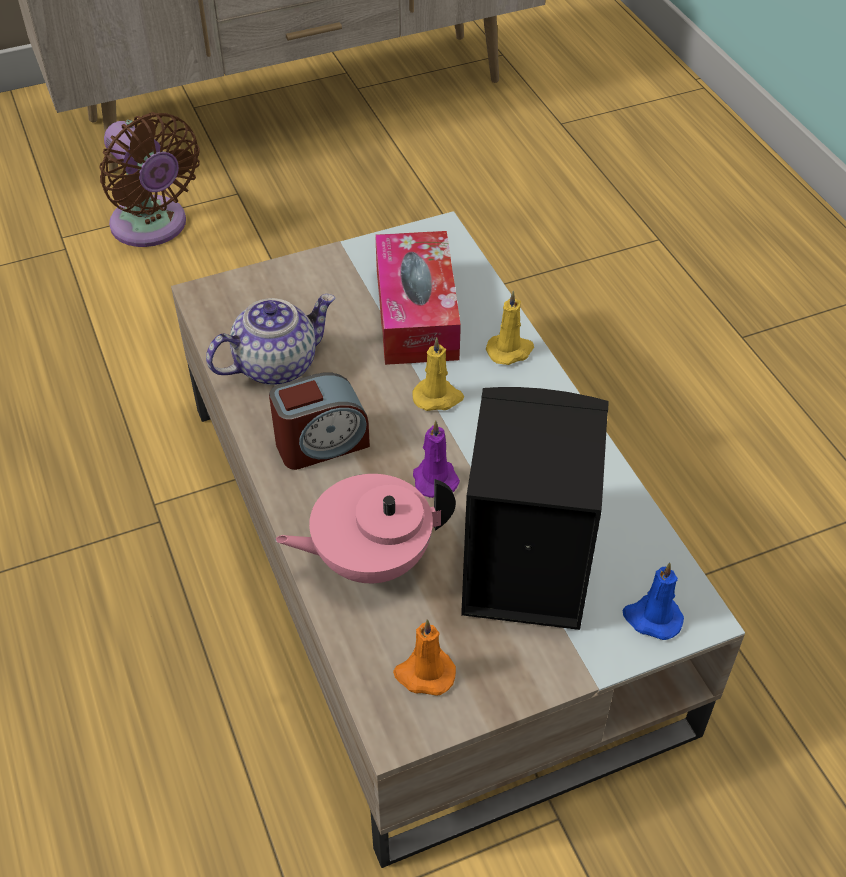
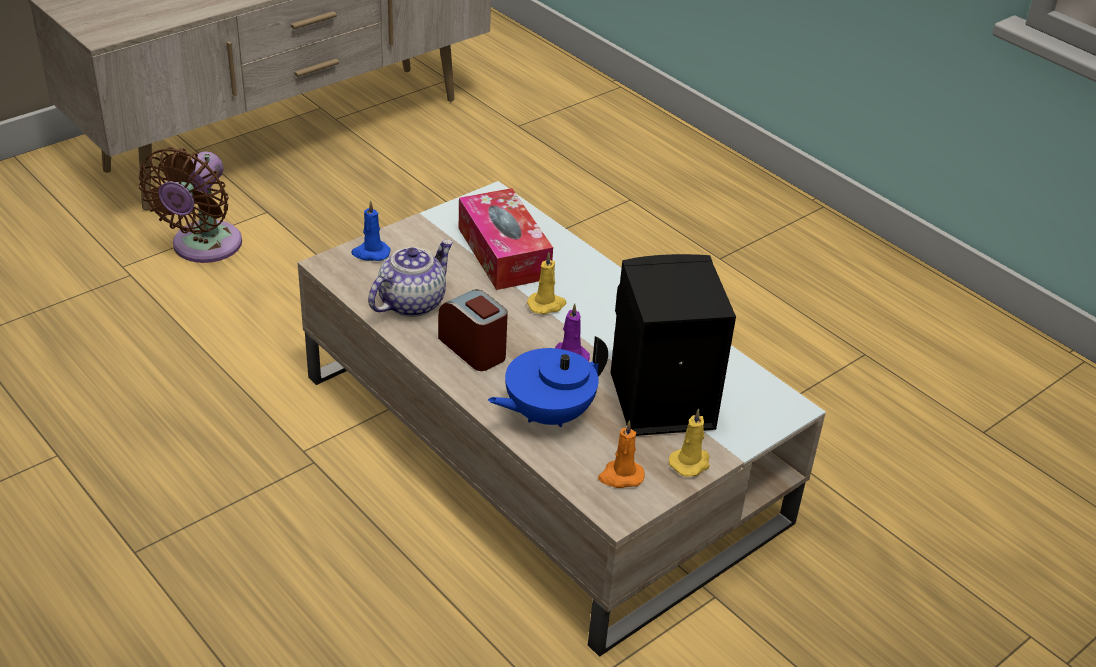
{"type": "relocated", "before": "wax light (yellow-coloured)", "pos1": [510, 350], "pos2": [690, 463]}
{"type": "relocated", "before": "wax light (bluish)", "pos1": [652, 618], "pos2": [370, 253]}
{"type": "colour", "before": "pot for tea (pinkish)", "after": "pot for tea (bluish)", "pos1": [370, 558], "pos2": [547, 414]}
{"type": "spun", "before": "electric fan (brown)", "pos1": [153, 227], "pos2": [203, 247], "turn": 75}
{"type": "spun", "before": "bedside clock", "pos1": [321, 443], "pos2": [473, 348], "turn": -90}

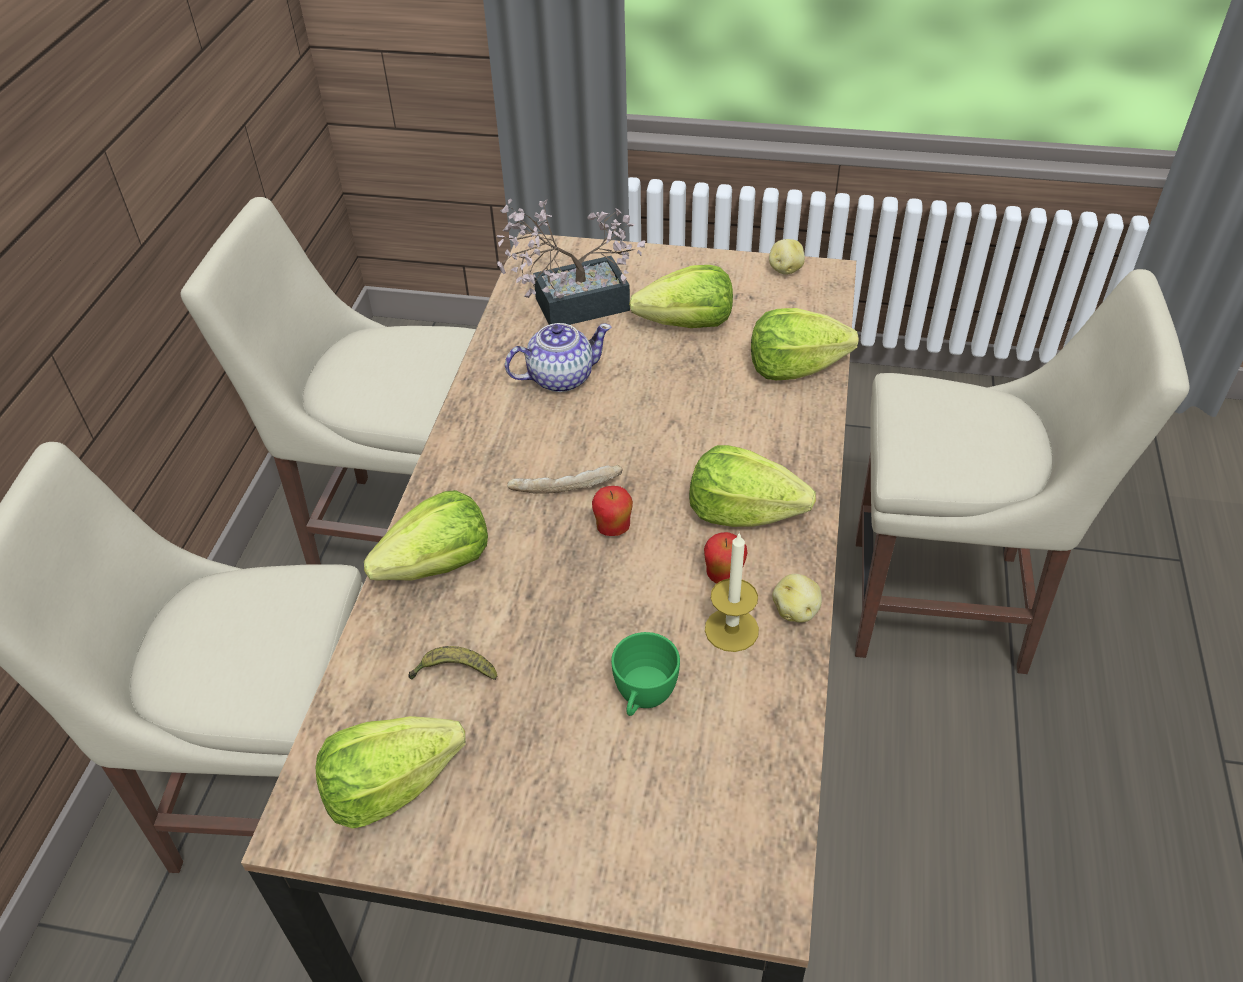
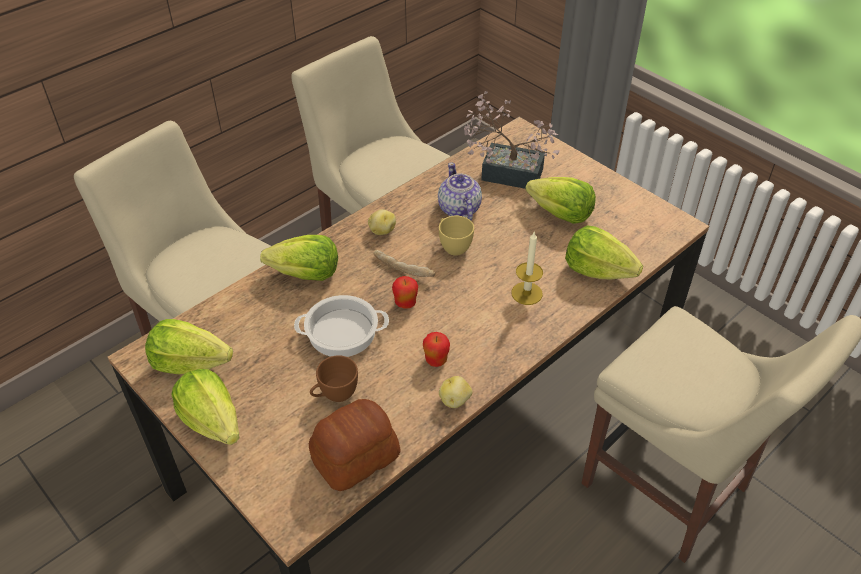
{"type": "missing", "before": "banana fruit", "pos1": [454, 672]}
{"type": "appeared", "after": "cooking pot", "pos2": [341, 332]}
{"type": "appeared", "after": "bread", "pos2": [354, 457]}
{"type": "appeared", "after": "small cup (yellow-coloured)", "pos2": [453, 246]}
{"type": "relocated", "before": "head of lettuce", "pos1": [743, 513], "pos2": [212, 421]}
{"type": "relocated", "before": "wax light", "pos1": [731, 629], "pos2": [526, 293]}
{"type": "relocated", "before": "spud", "pos1": [785, 269], "pos2": [382, 230]}
{"type": "colour", "before": "small cup (green-coloured)", "after": "small cup (brown)", "pos1": [643, 699], "pos2": [334, 395]}
{"type": "spun", "before": "pot for tea", "pos1": [559, 377], "pos2": [459, 209], "turn": -120}

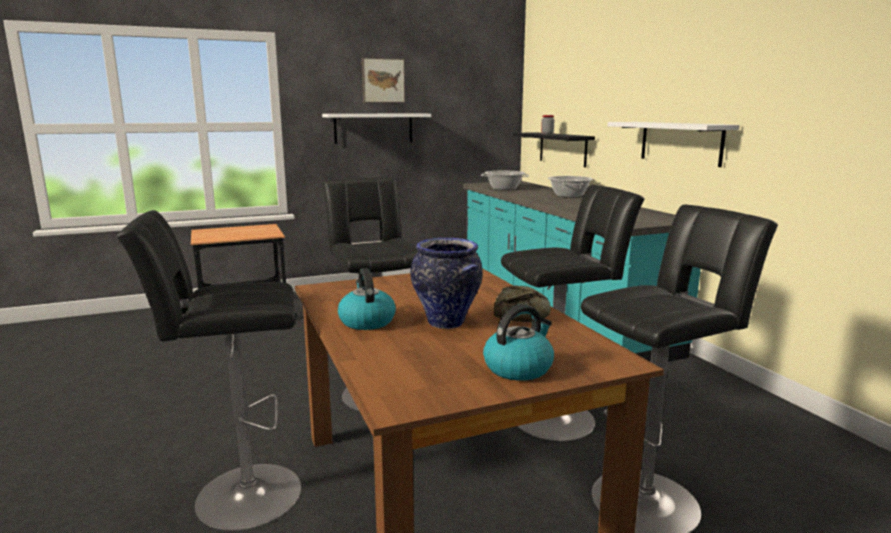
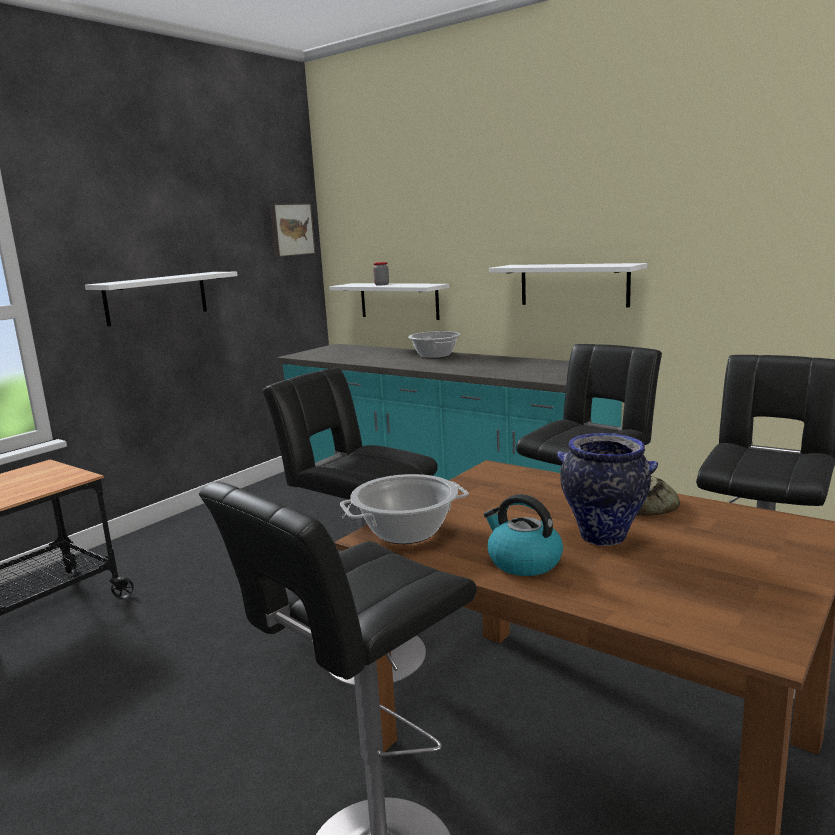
{"type": "missing", "before": "kettle", "pos1": [518, 368]}
{"type": "relocated", "before": "picture", "pos1": [383, 80], "pos2": [291, 229]}
{"type": "relocated", "before": "cooking pot", "pos1": [504, 188], "pos2": [406, 532]}
{"type": "colour", "before": "bracket shelf (blackish)", "after": "bracket shelf (whitish)", "pos1": [562, 149], "pos2": [399, 301]}

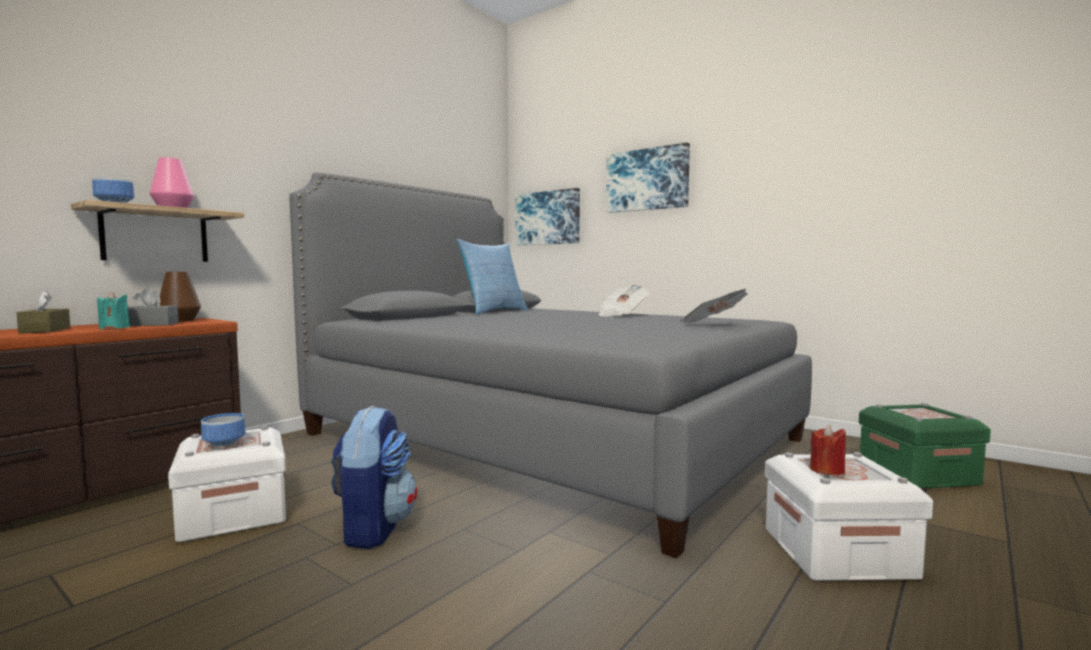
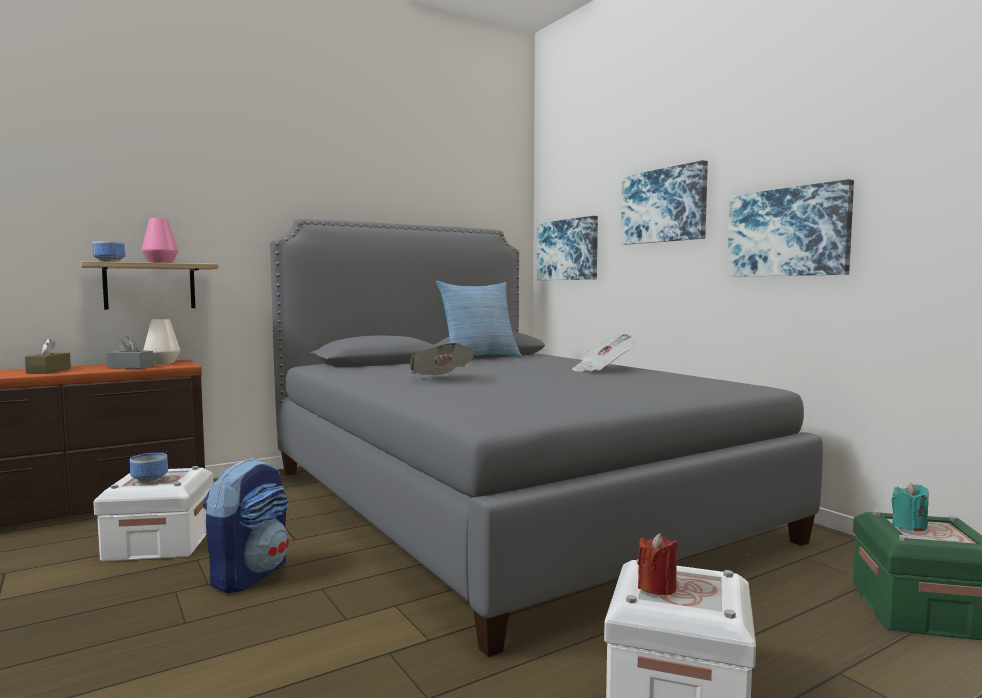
{"type": "appeared", "after": "picture", "pos2": [788, 232]}
{"type": "relocated", "before": "wax light (turquoise)", "pos1": [114, 328], "pos2": [909, 526]}
{"type": "relocated", "before": "printed paper", "pos1": [712, 325], "pos2": [441, 379]}
{"type": "colour", "before": "vase (brown)", "after": "vase (whitish)", "pos1": [180, 321], "pos2": [162, 363]}

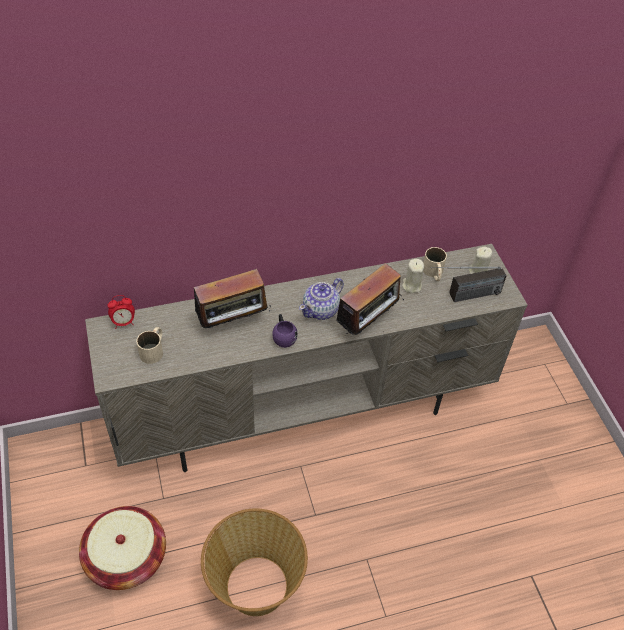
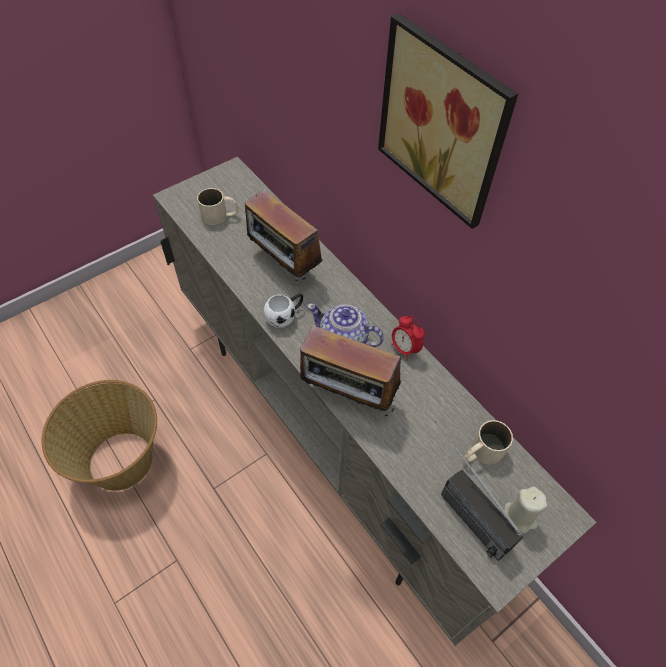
{"type": "missing", "before": "storage basket", "pos1": [126, 557]}
{"type": "missing", "before": "wax light (sand-coloured)", "pos1": [411, 285]}
{"type": "appeared", "after": "picture", "pos2": [445, 121]}
{"type": "relocated", "before": "bedside clock", "pos1": [124, 322], "pos2": [404, 349]}
{"type": "colour", "before": "coffee mug (purple)", "after": "coffee mug (whitish)", "pos1": [283, 336], "pos2": [285, 316]}

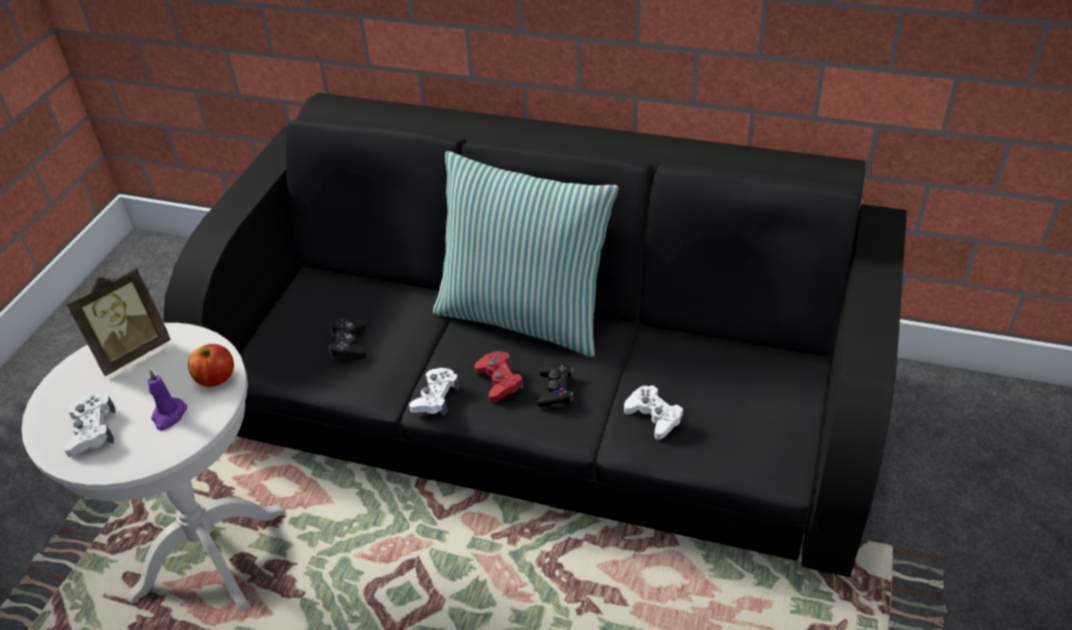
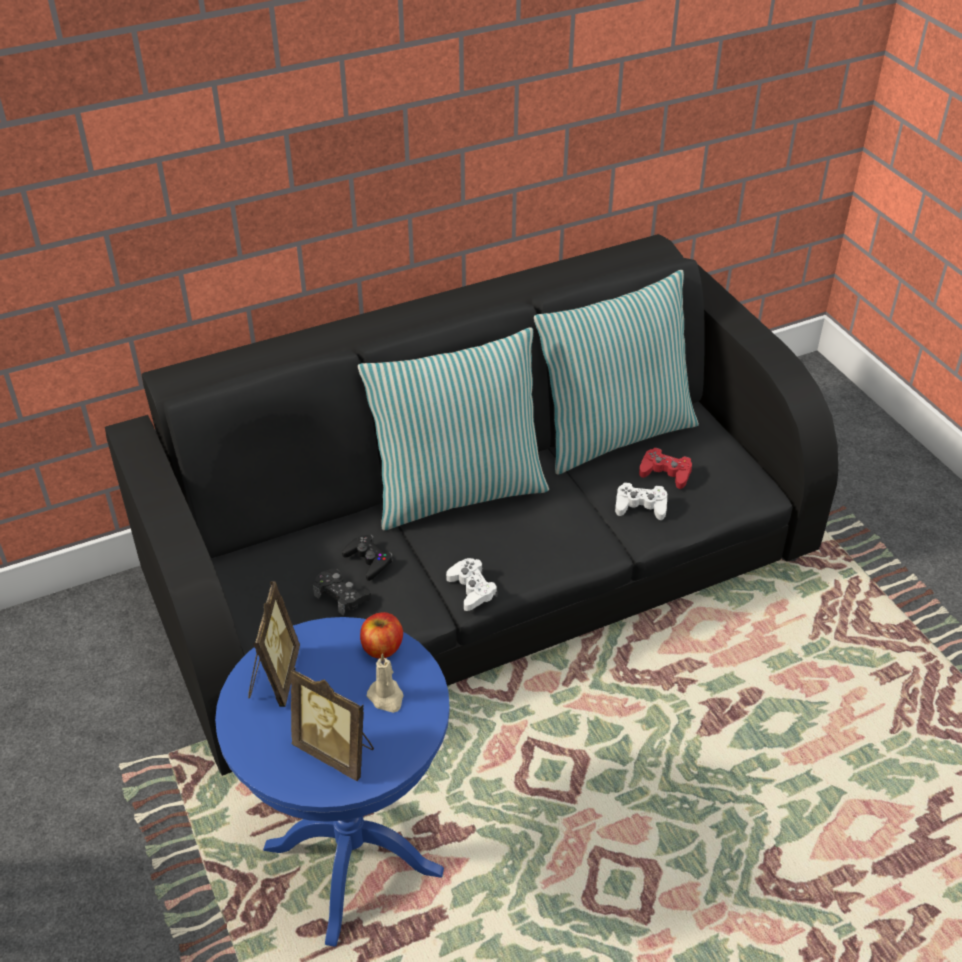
{"type": "appeared", "after": "cushion", "pos2": [613, 433]}
{"type": "relocated", "before": "game controller (red-coloured)", "pos1": [499, 381], "pos2": [665, 473]}
{"type": "relocated", "before": "game controller (blackish)", "pos1": [555, 389], "pos2": [368, 560]}
{"type": "exchanged", "before": "game controller (whitish)", "after": "picture frame", "pos1": [92, 430], "pos2": [337, 751]}
{"type": "colour", "before": "end table (whitish)", "after": "end table (bluish)", "pos1": [209, 553], "pos2": [353, 860]}
{"type": "colour", "before": "wax light (purple)", "after": "wax light (sand-coloured)", "pos1": [169, 415], "pos2": [386, 697]}

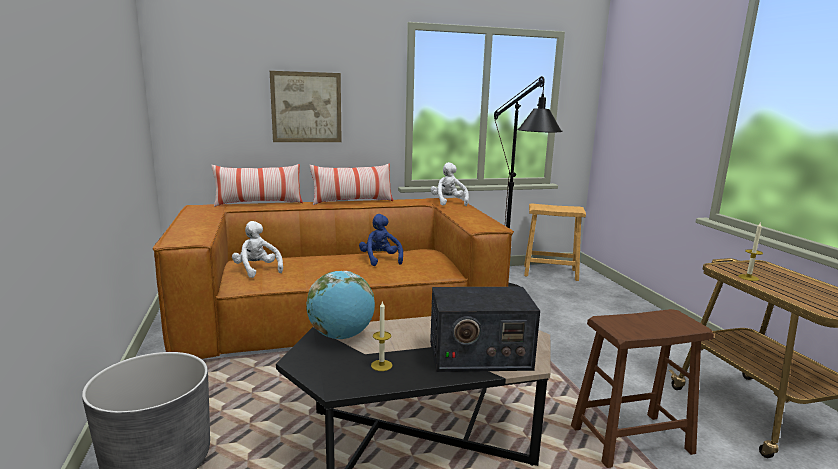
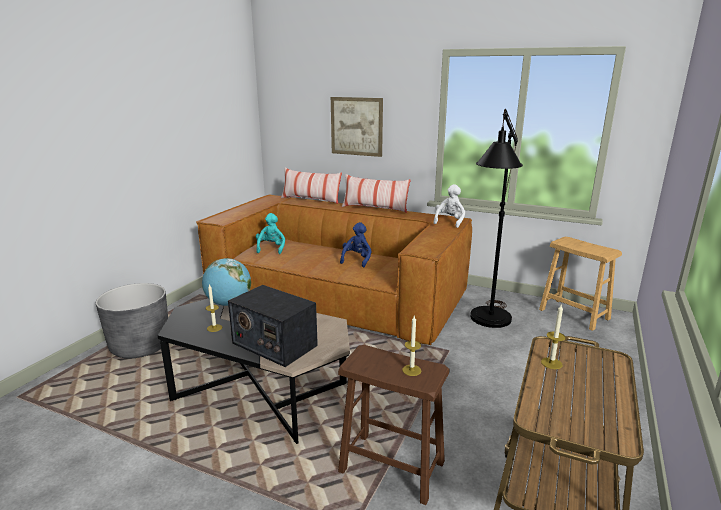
{"type": "appeared", "after": "wax light", "pos2": [411, 370]}
{"type": "colour", "before": "cuddly toy (whitish)", "after": "cuddly toy (turquoise)", "pos1": [257, 270], "pos2": [271, 248]}

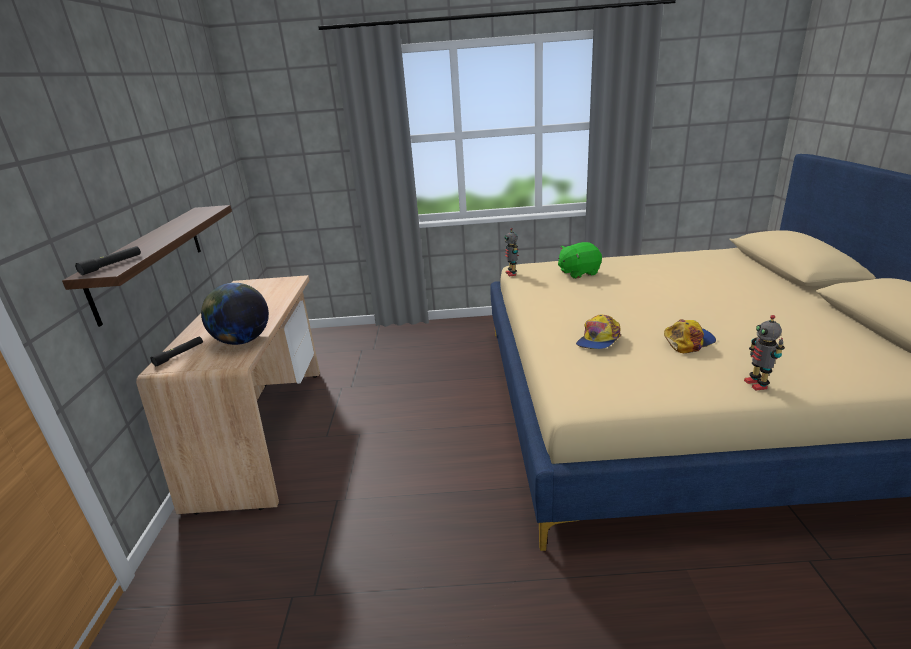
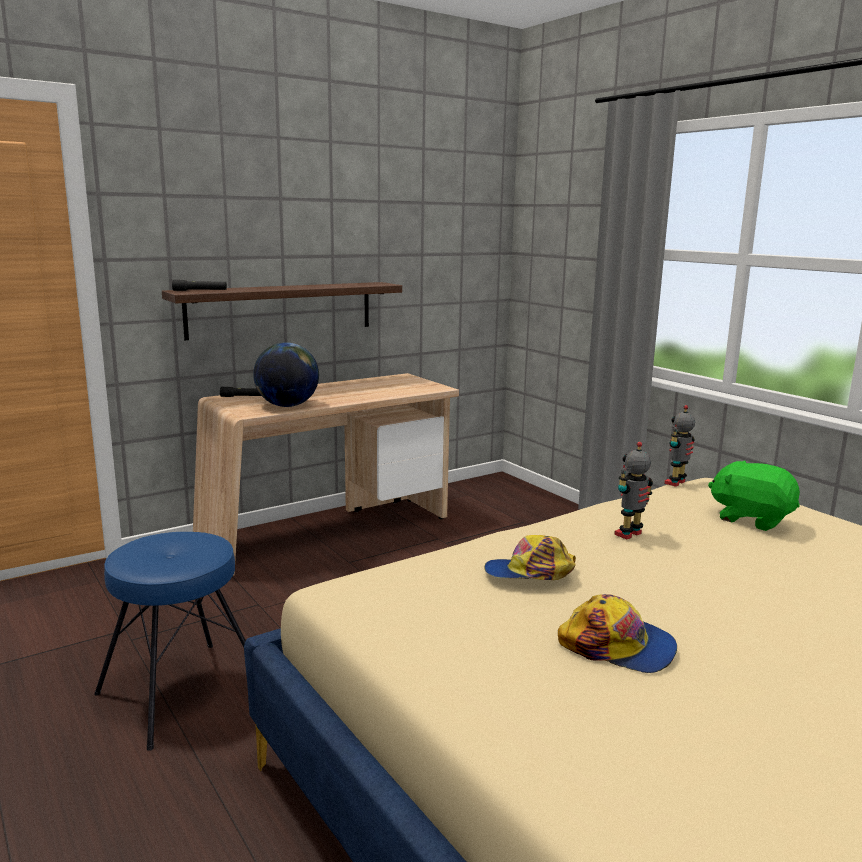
{"type": "appeared", "after": "sitting stool (bluish)", "pos2": [182, 691]}
{"type": "relocated", "before": "model robot", "pos1": [757, 384], "pos2": [630, 535]}

